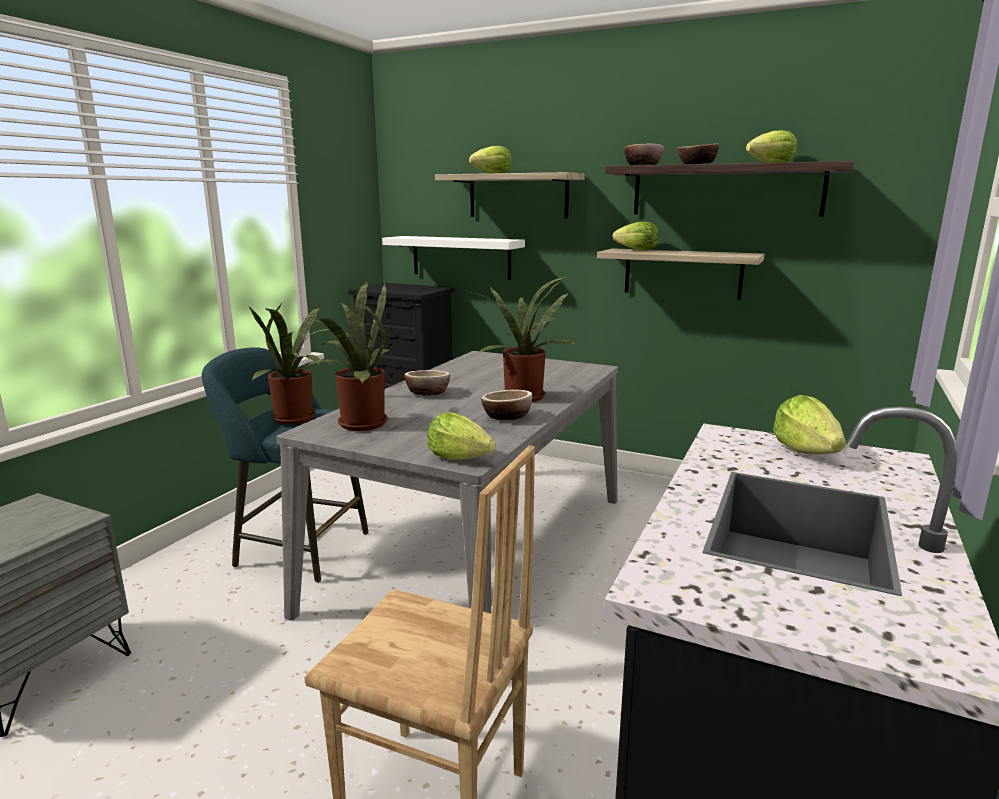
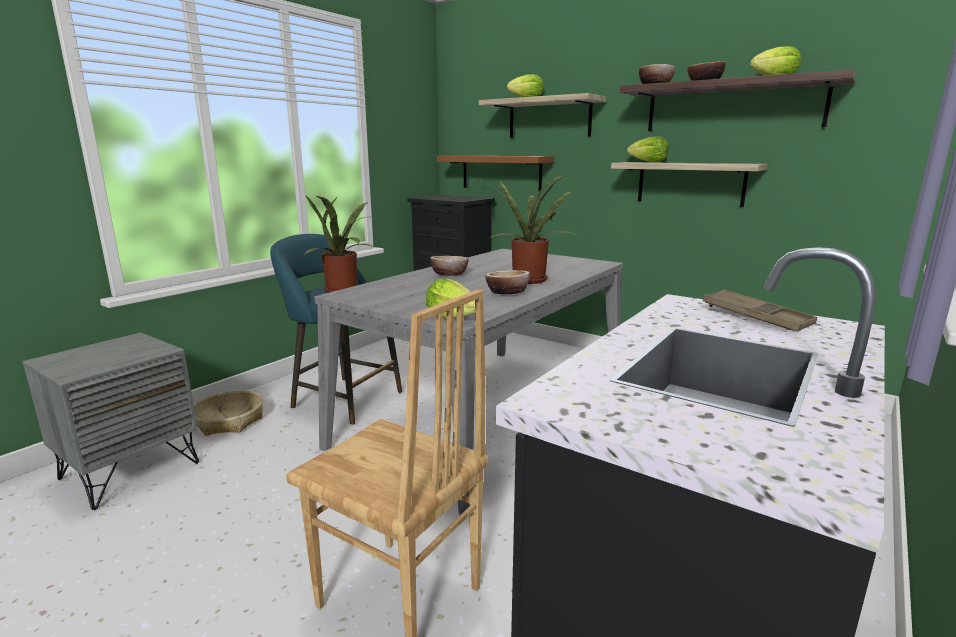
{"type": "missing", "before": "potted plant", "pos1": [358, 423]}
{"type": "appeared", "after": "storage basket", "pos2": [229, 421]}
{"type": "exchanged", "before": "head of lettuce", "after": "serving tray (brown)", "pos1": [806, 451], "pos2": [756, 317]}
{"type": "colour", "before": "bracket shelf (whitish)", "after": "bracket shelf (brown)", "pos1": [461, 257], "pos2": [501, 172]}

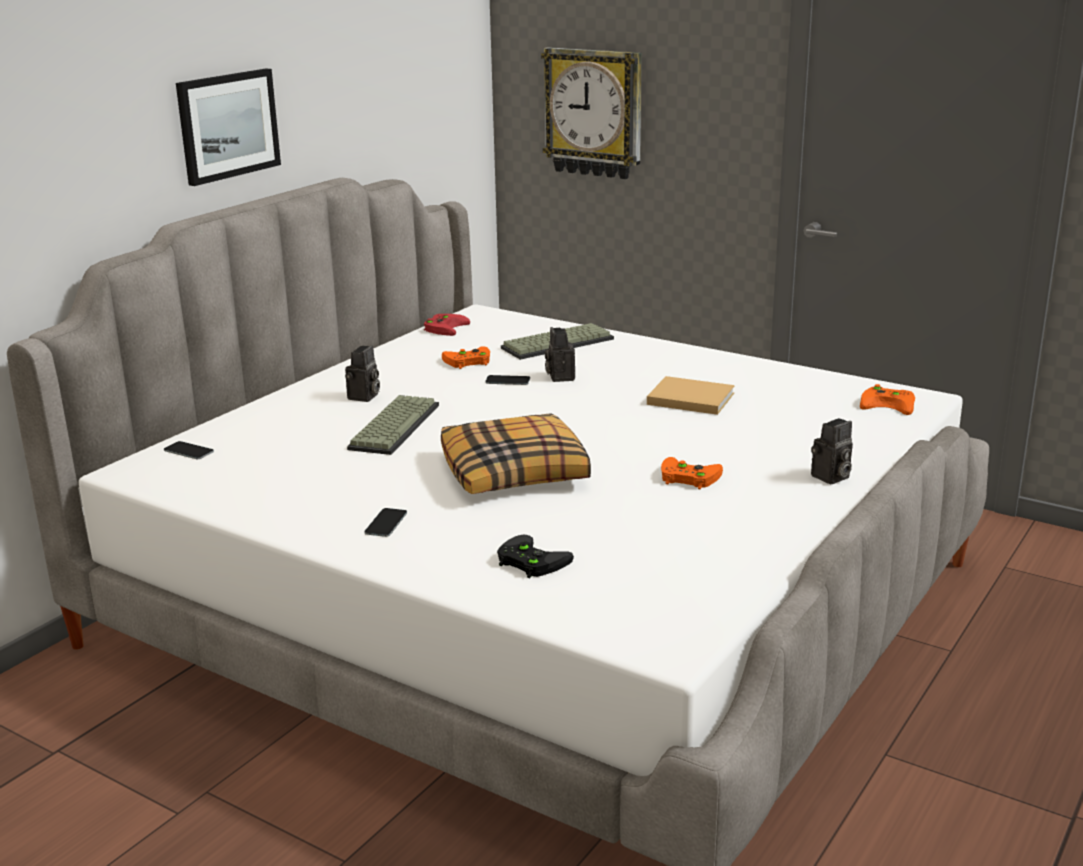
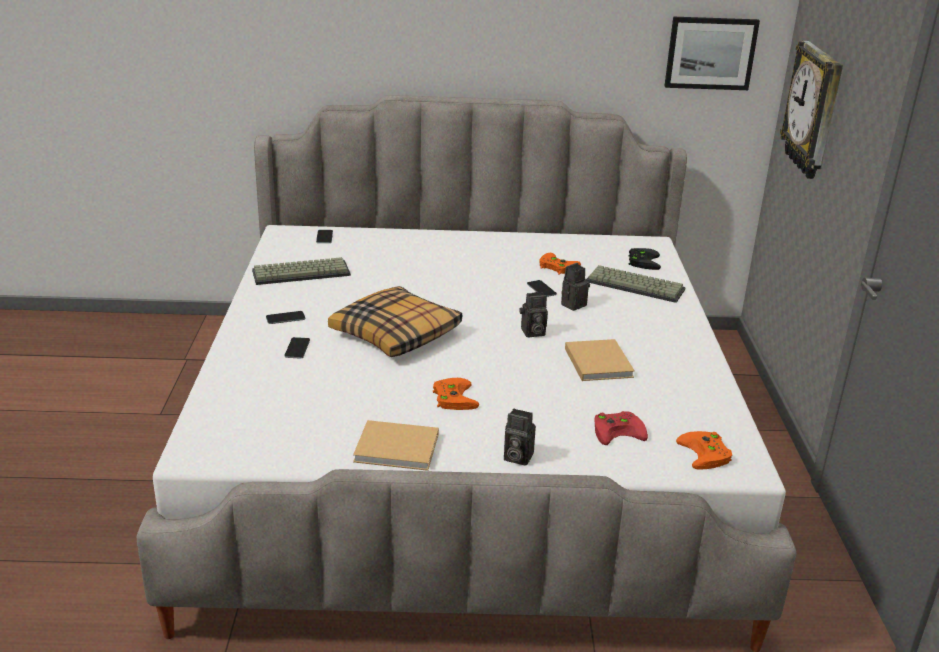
{"type": "appeared", "after": "phone", "pos2": [297, 348]}
{"type": "appeared", "after": "volume (sand-coloured)", "pos2": [399, 448]}
{"type": "relocated", "before": "picture", "pos1": [228, 125], "pos2": [710, 53]}
{"type": "relocated", "before": "still camera", "pos1": [364, 397], "pos2": [532, 333]}
{"type": "relocated", "before": "computer keyboard", "pos1": [393, 426], "pos2": [302, 272]}
{"type": "relocated", "before": "game controller (red-coloured)", "pos1": [445, 327], "pos2": [619, 430]}
{"type": "relocated", "before": "game controller (blackish)", "pos1": [529, 561], "pos2": [642, 261]}

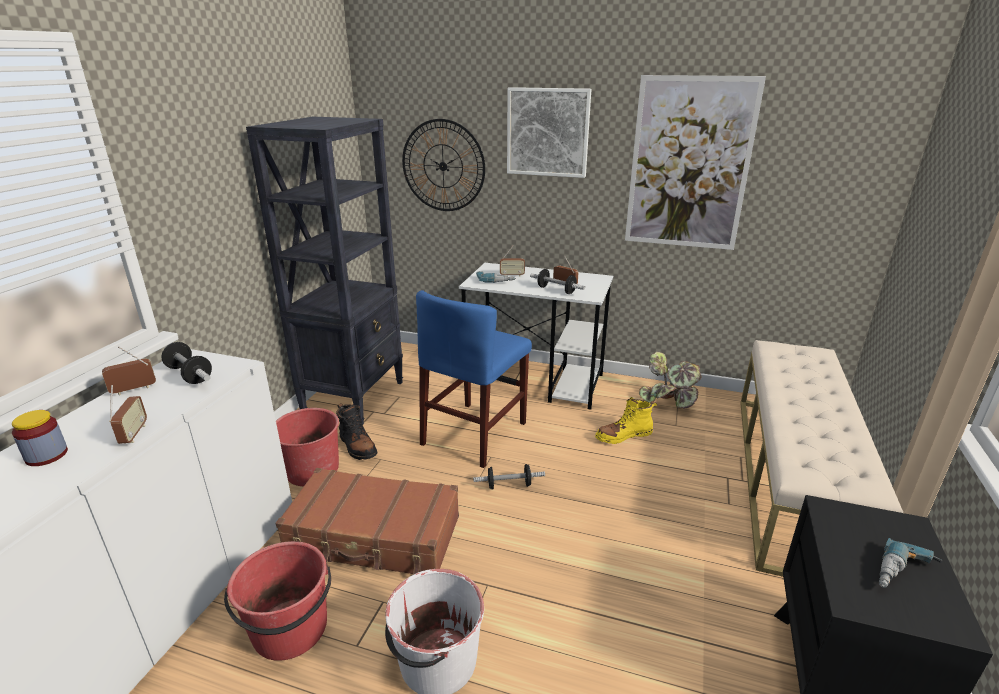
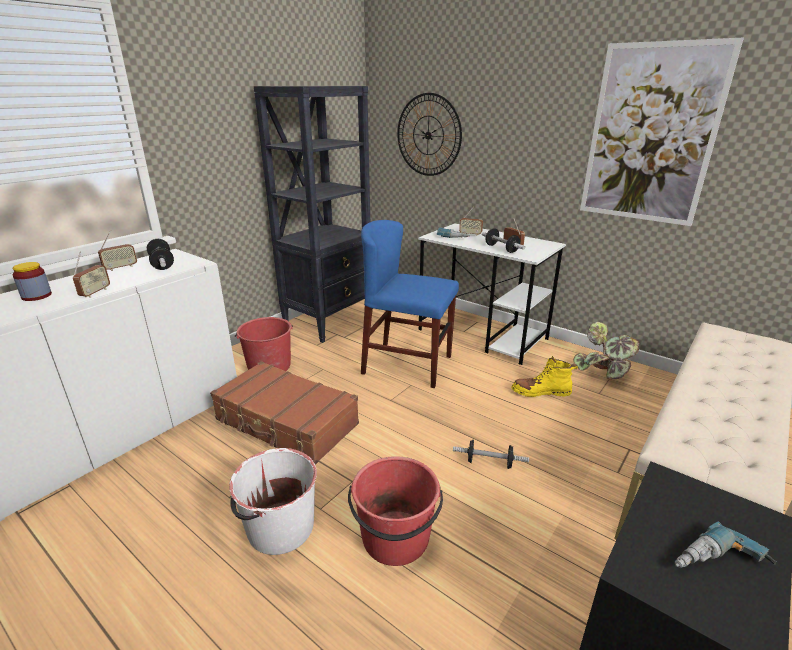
{"type": "missing", "before": "high-top boot (blackish)", "pos1": [357, 446]}
{"type": "missing", "before": "picture", "pos1": [548, 132]}
{"type": "relocated", "before": "water bucket (red-coloured)", "pos1": [290, 630], "pos2": [395, 538]}
{"type": "relocated", "before": "dumbbell", "pos1": [509, 485], "pos2": [489, 462]}
{"type": "spun", "before": "radio", "pos1": [134, 390], "pos2": [120, 268], "turn": 150}
{"type": "spun", "before": "upright chair (bluish)", "pos1": [474, 433], "pos2": [407, 364], "turn": 60}

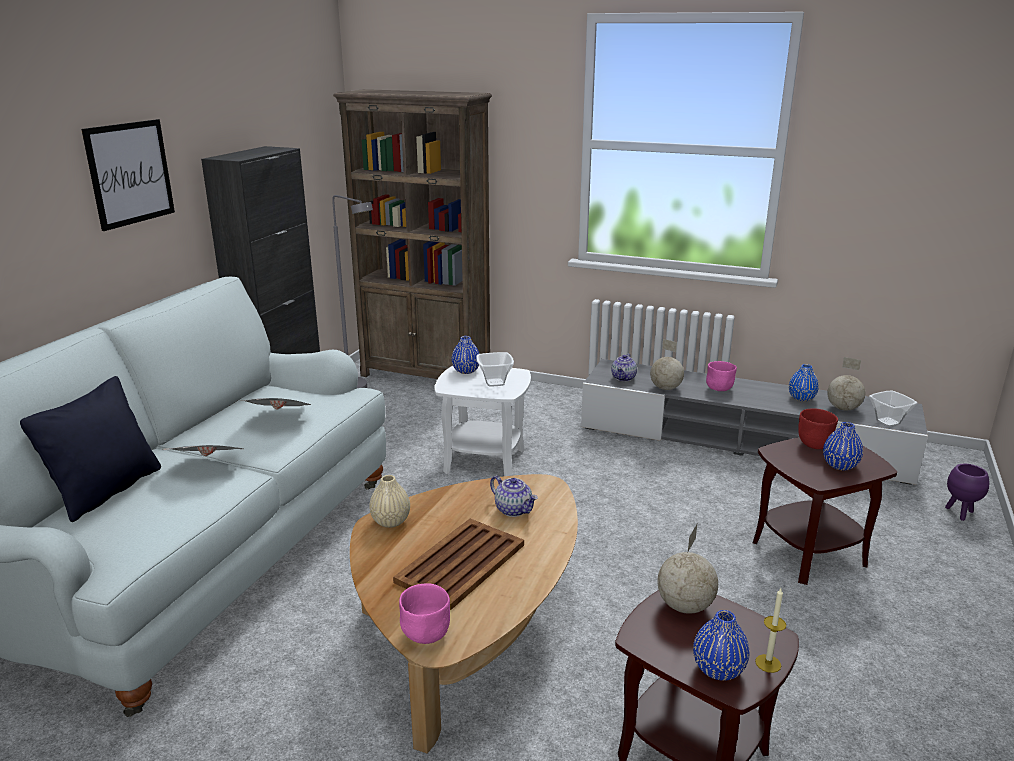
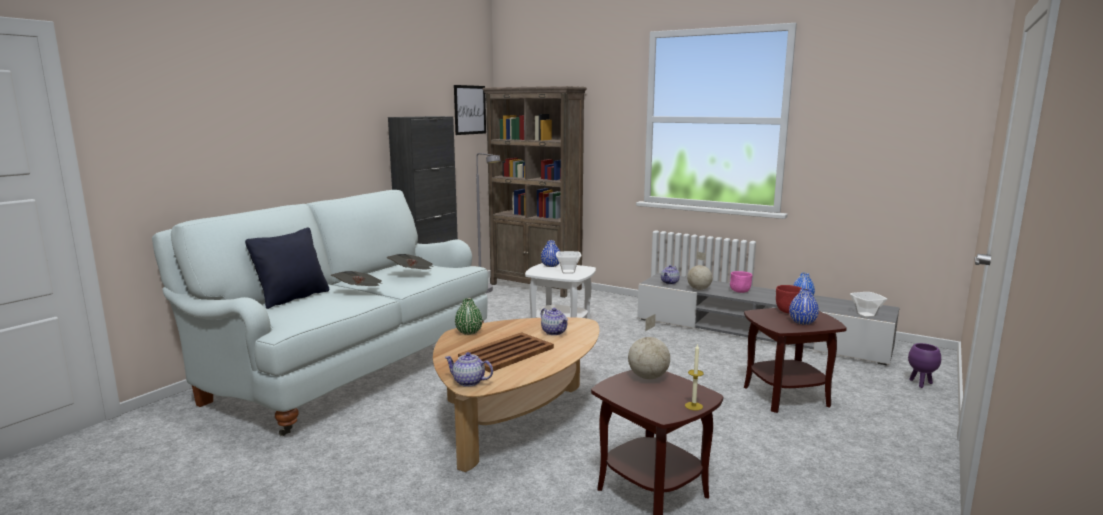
{"type": "missing", "before": "vase (bluish)", "pos1": [718, 669]}
{"type": "missing", "before": "world globe", "pos1": [843, 408]}
{"type": "relocated", "before": "picture", "pos1": [130, 173], "pos2": [470, 110]}
{"type": "exchanged", "before": "serving bowl (pinkish)", "after": "pot for tea", "pos1": [426, 636], "pos2": [468, 382]}
{"type": "colour", "before": "vase (sand-coloured)", "after": "vase (green-coloured)", "pos1": [390, 521], "pos2": [469, 332]}

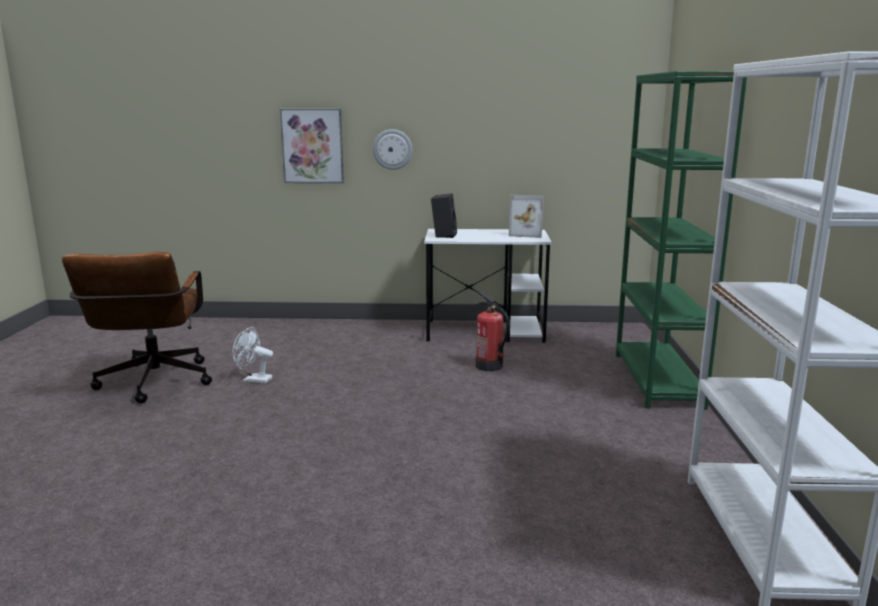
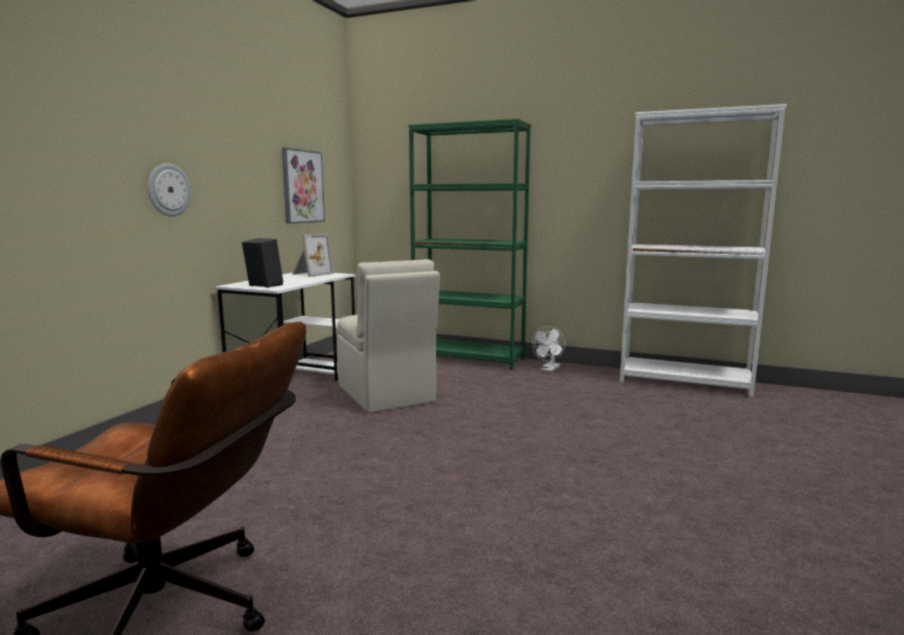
{"type": "relocated", "before": "electric fan (whitish)", "pos1": [253, 380], "pos2": [549, 369]}
{"type": "relocated", "before": "picture", "pos1": [312, 146], "pos2": [302, 186]}
{"type": "exchanged", "before": "fire-fighting cylinder", "after": "upright chair (sand-coloured)", "pos1": [489, 366], "pos2": [386, 395]}

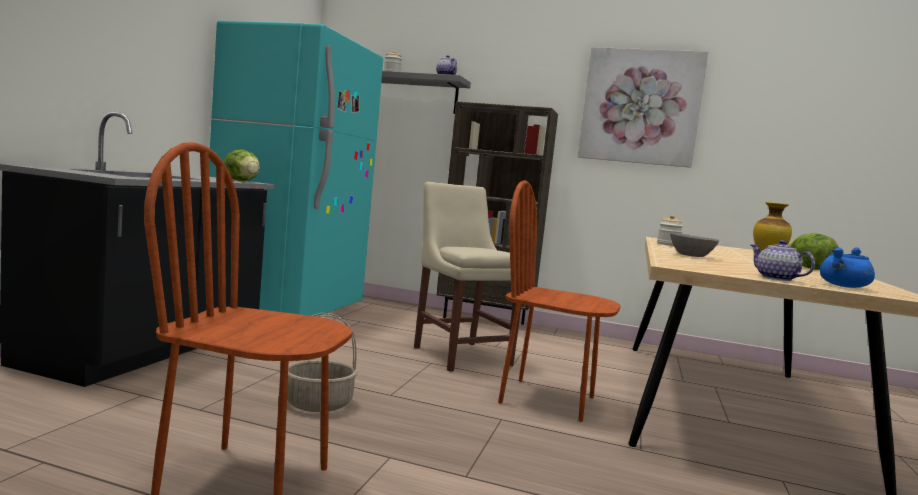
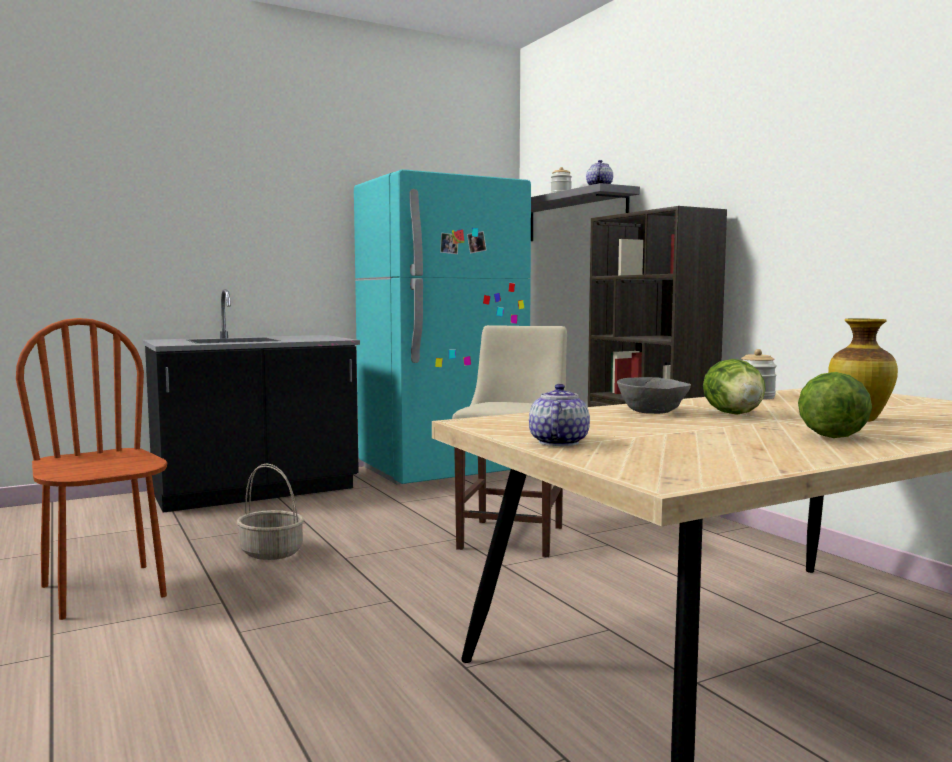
{"type": "missing", "before": "upright chair (brown)", "pos1": [547, 399]}
{"type": "missing", "before": "picture", "pos1": [640, 107]}
{"type": "missing", "before": "cooking pot (bluish)", "pos1": [844, 286]}
{"type": "relocated", "before": "head of lettuce", "pos1": [241, 181], "pos2": [734, 414]}

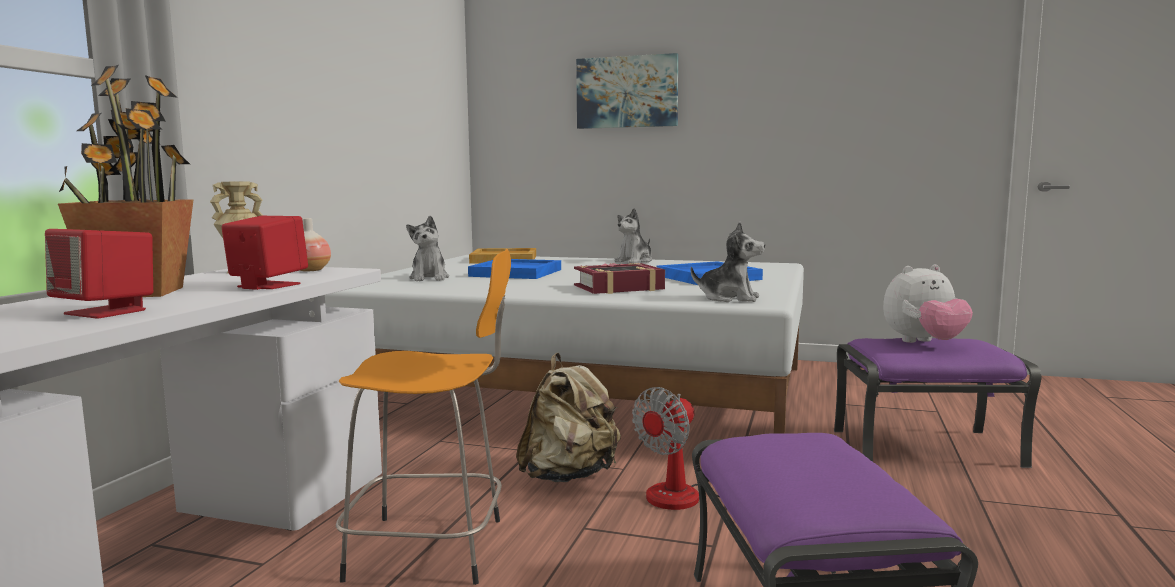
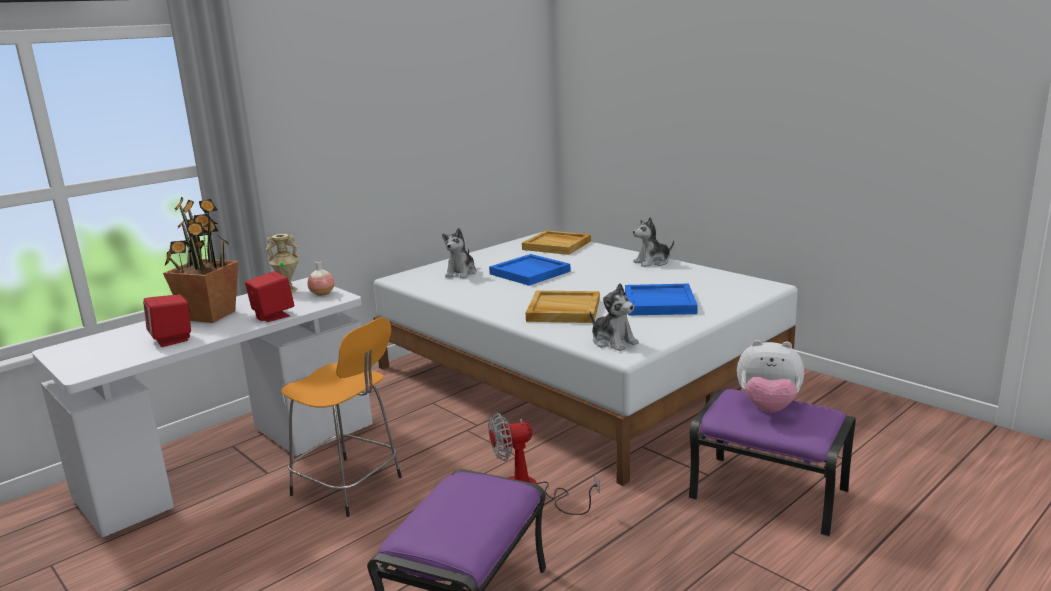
{"type": "missing", "before": "rucksack (sand-coloured)", "pos1": [569, 476]}
{"type": "missing", "before": "picture", "pos1": [627, 92]}
{"type": "exchanged", "before": "volume", "after": "serving tray (sand-coloured)", "pos1": [619, 288], "pos2": [563, 310]}

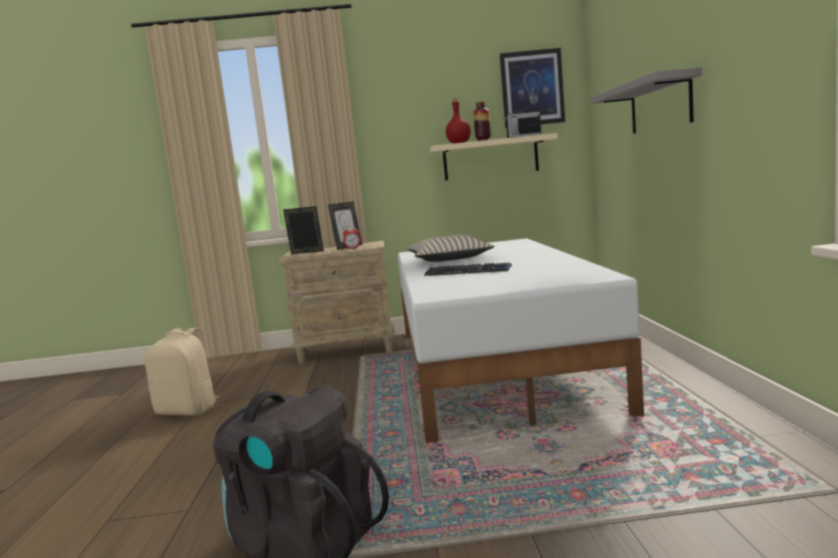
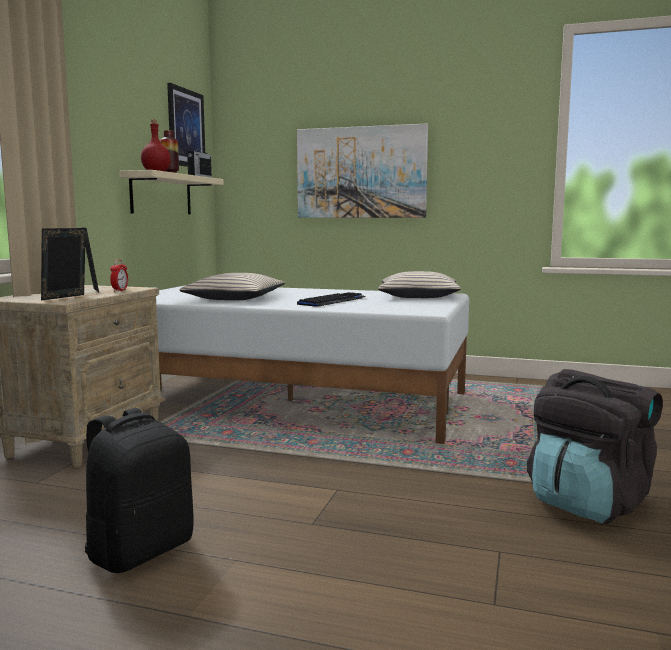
{"type": "appeared", "after": "cushion (sand-coloured)", "pos2": [418, 296]}
{"type": "exchanged", "before": "bracket shelf (grey)", "after": "picture", "pos1": [660, 105], "pos2": [361, 172]}
{"type": "colour", "before": "rucksack (sand-coloured)", "after": "rucksack (blackish)", "pos1": [188, 410], "pos2": [140, 550]}

